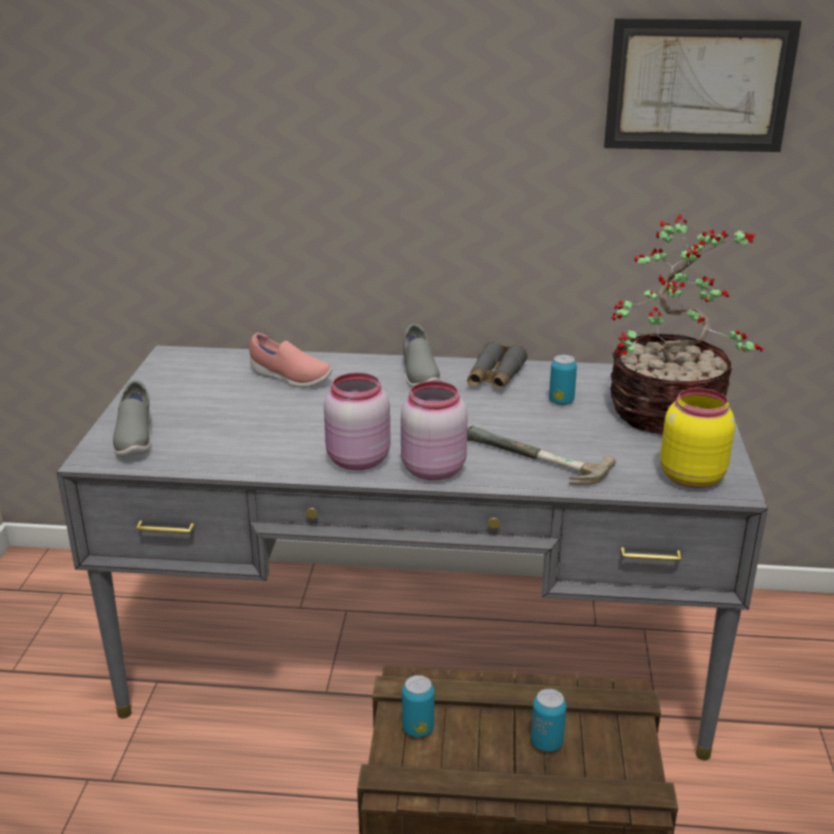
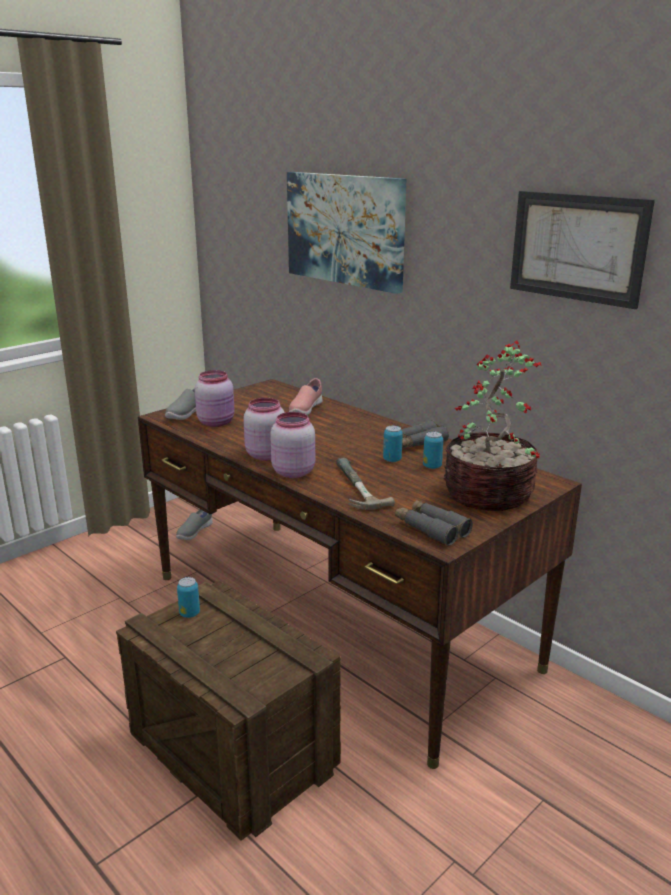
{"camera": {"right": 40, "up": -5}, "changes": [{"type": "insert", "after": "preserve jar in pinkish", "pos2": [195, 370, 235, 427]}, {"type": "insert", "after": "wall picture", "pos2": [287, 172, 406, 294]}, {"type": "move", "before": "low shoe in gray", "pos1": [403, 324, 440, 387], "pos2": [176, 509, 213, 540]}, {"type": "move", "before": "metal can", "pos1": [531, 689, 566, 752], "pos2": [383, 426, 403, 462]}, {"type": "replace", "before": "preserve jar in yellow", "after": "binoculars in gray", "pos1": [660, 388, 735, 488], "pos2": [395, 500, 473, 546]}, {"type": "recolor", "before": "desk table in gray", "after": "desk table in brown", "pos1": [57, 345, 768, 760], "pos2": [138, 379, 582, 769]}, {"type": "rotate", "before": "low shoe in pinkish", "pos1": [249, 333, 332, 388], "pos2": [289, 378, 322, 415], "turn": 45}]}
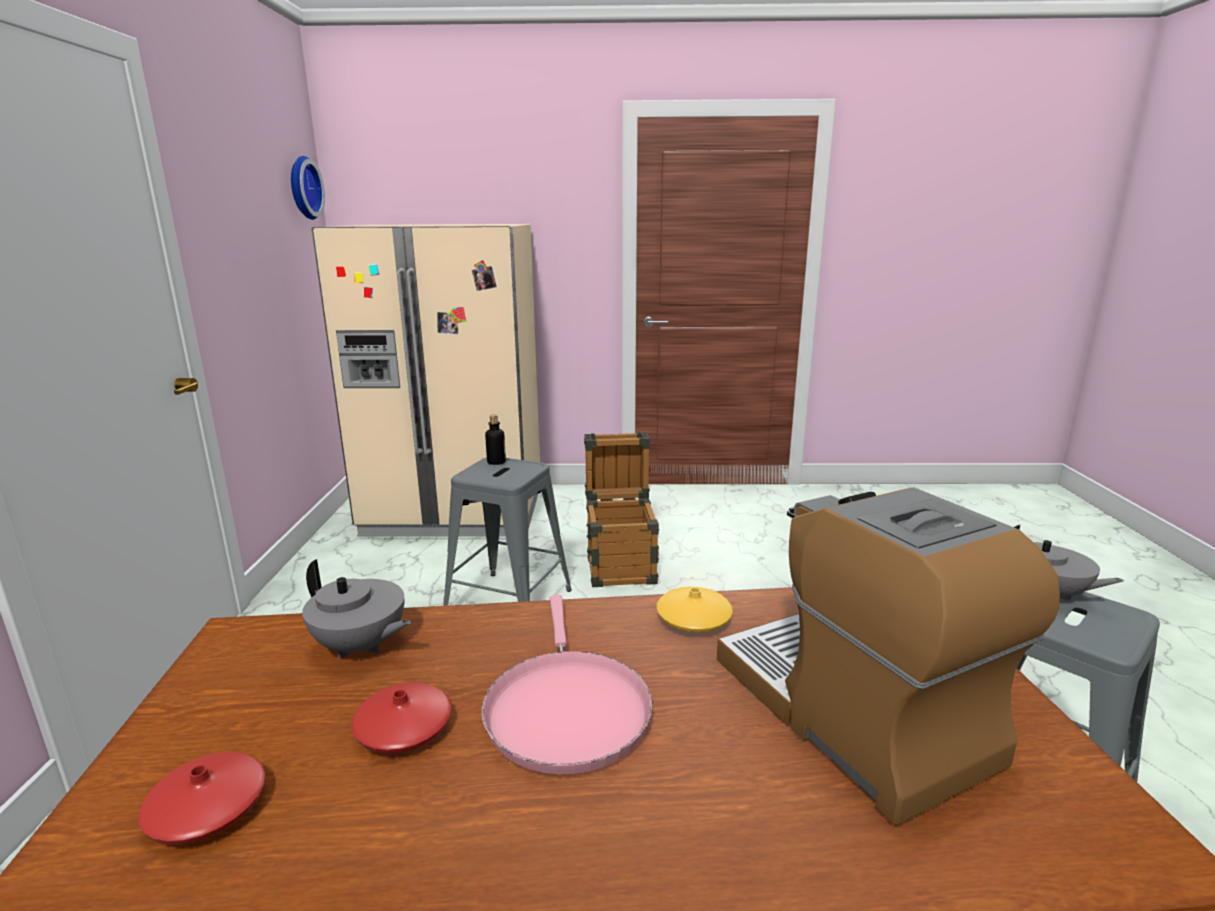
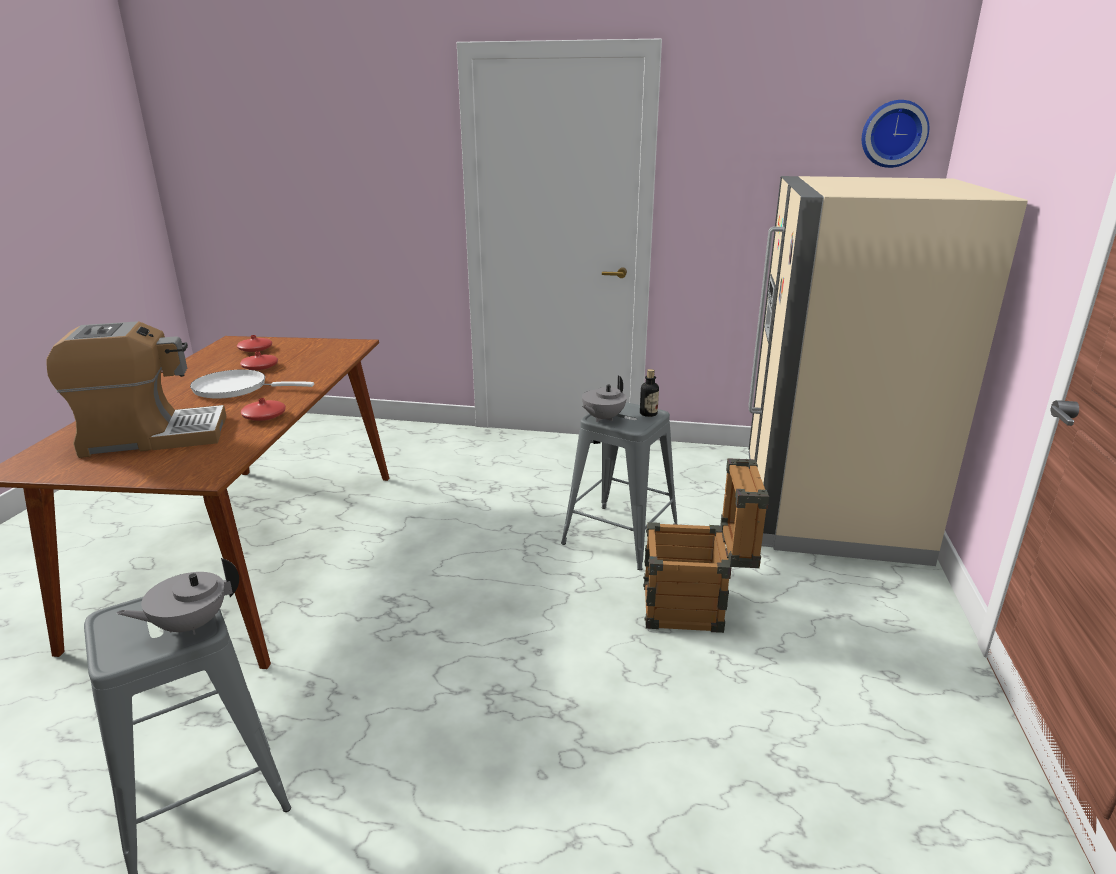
{"camera": {"right": 100, "up": 5}, "changes": [{"type": "move", "before": "tea pot in gray", "pos1": [302, 559, 411, 660], "pos2": [582, 375, 627, 422]}, {"type": "recolor", "before": "frying pan in pinkish", "after": "frying pan in whitish", "pos1": [481, 595, 653, 774], "pos2": [190, 370, 314, 399]}, {"type": "recolor", "before": "vase in yellow", "after": "vase in red", "pos1": [657, 587, 733, 633], "pos2": [240, 398, 286, 421]}]}
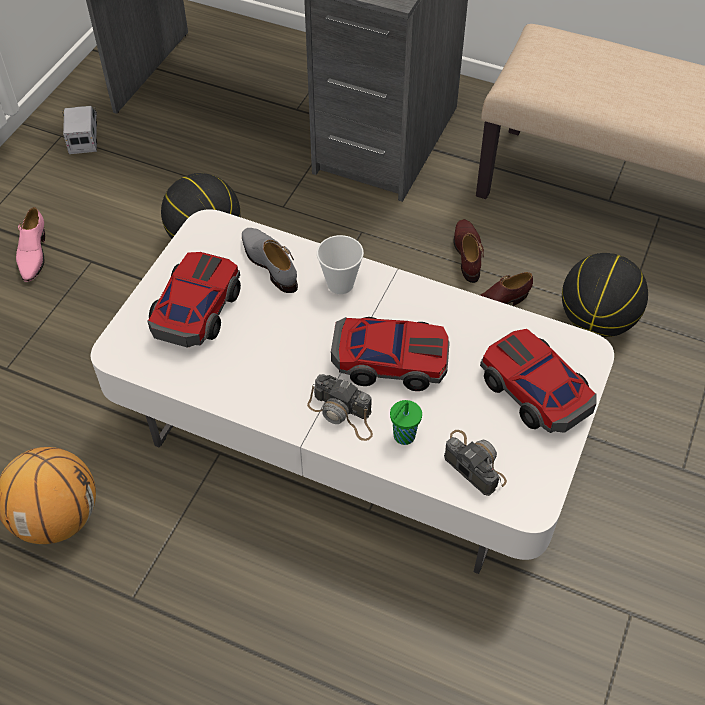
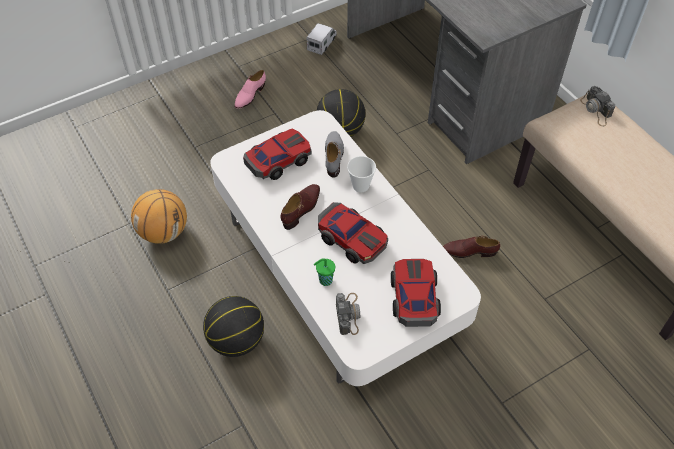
{"camera": {"right": 35, "up": 0}, "changes": [{"type": "move", "before": "photo camera", "pos1": [307, 374, 373, 441], "pos2": [580, 86, 615, 126]}, {"type": "move", "before": "low shoe in brown", "pos1": [453, 219, 484, 283], "pos2": [280, 184, 320, 230]}, {"type": "move", "before": "basketball ball", "pos1": [562, 253, 648, 337], "pos2": [203, 296, 264, 357]}]}
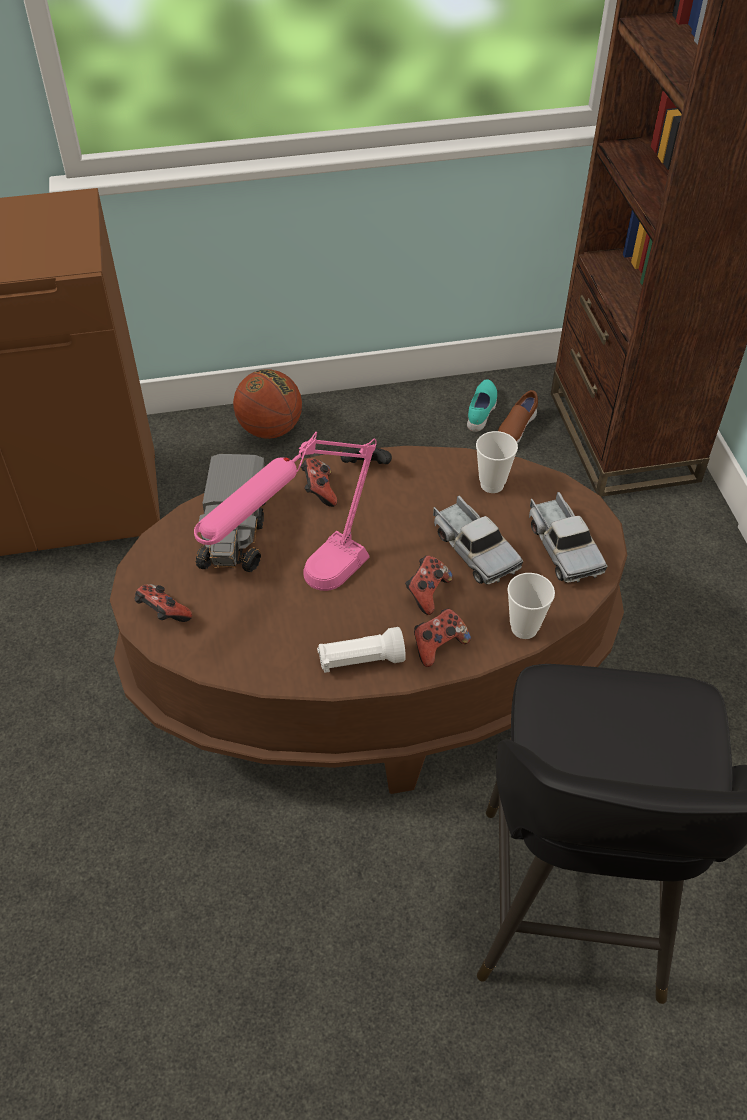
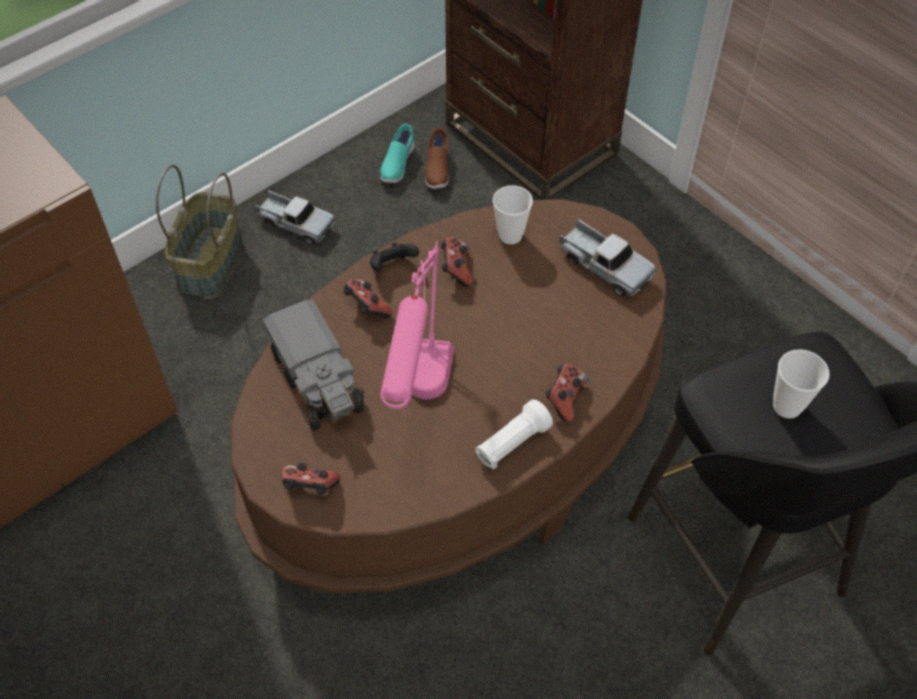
{"camera": {"right": -30, "up": 5}, "changes": [{"type": "move", "before": "game controller", "pos1": [405, 556, 453, 615], "pos2": [440, 237, 473, 287]}, {"type": "move", "before": "toy truck", "pos1": [433, 495, 523, 585], "pos2": [255, 190, 335, 244]}, {"type": "move", "before": "small cup", "pos1": [507, 573, 555, 639], "pos2": [773, 349, 829, 418]}, {"type": "replace", "before": "basketball ball", "after": "storage basket", "pos1": [233, 369, 302, 439], "pos2": [156, 165, 242, 297]}, {"type": "rotate", "before": "low shoe in blue-green", "pos1": [467, 379, 497, 432], "pos2": [381, 124, 415, 183], "turn": -150}]}
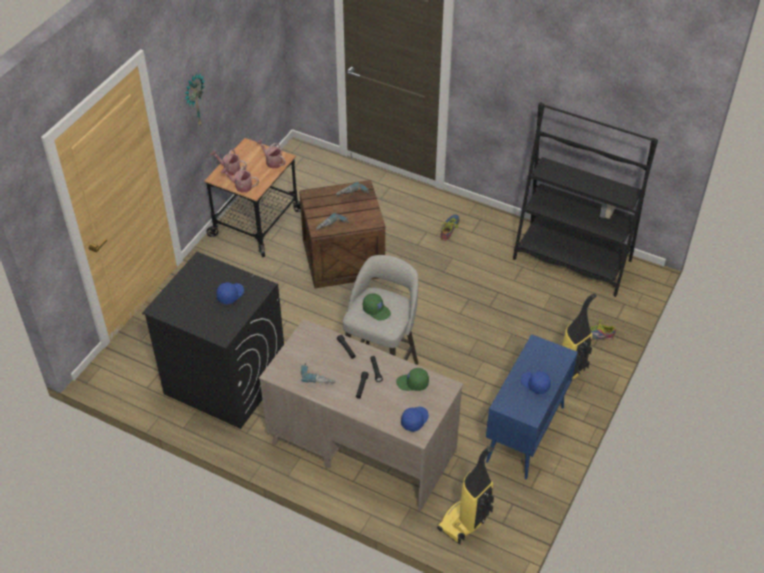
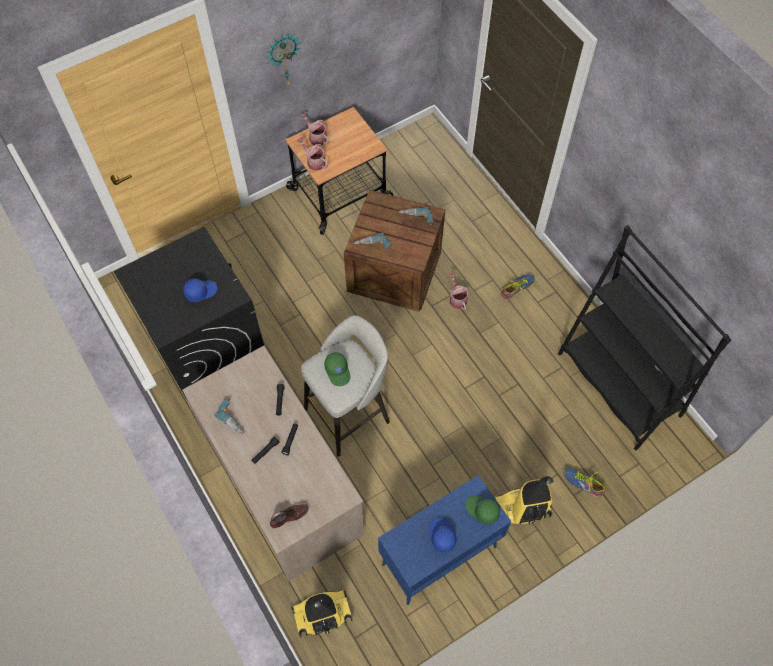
{"camera": {"right": 30, "up": 15}, "changes": [{"type": "move", "before": "watering can", "pos1": [257, 139, 286, 169], "pos2": [449, 273, 469, 311]}, {"type": "move", "before": "peaked cap in green-coloured", "pos1": [396, 368, 429, 391], "pos2": [466, 495, 500, 524]}, {"type": "replace", "before": "peaked cap in bluish", "after": "low shoe in brown", "pos1": [401, 407, 429, 432], "pos2": [270, 504, 309, 528]}]}
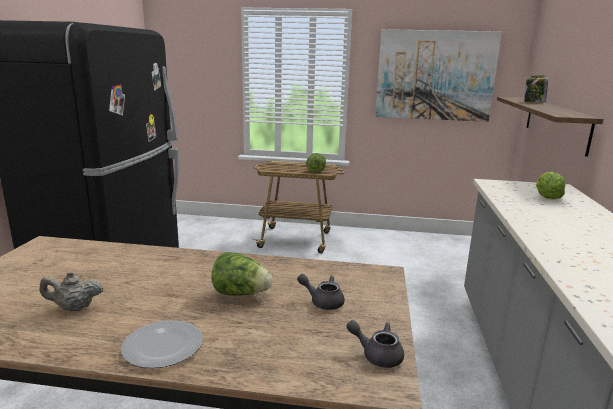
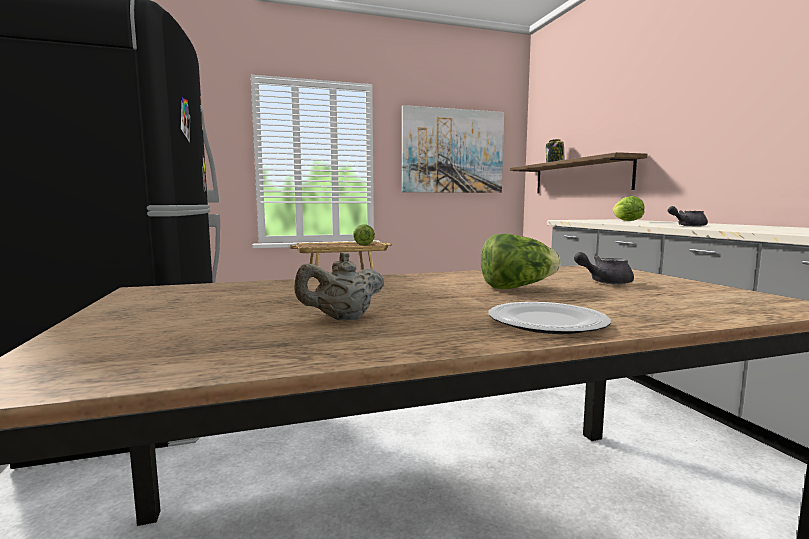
{"camera": {"right": -25, "up": -10}, "changes": [{"type": "move", "before": "tea pot in gray", "pos1": [347, 320, 404, 368], "pos2": [668, 206, 708, 226]}]}
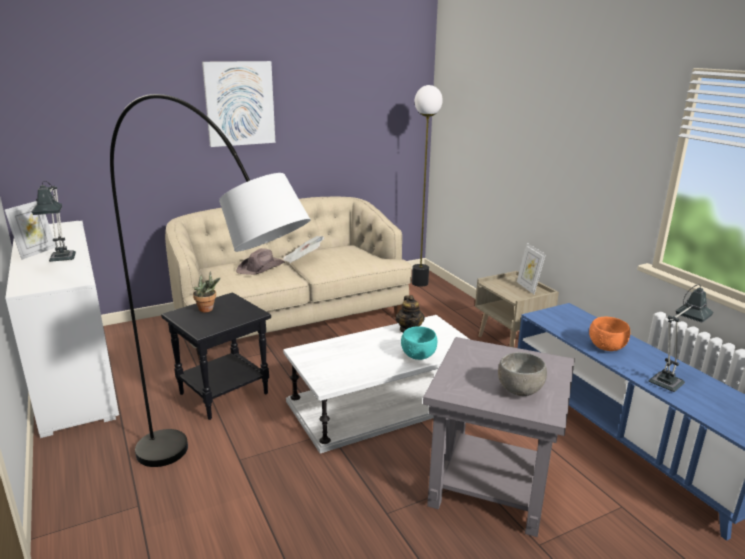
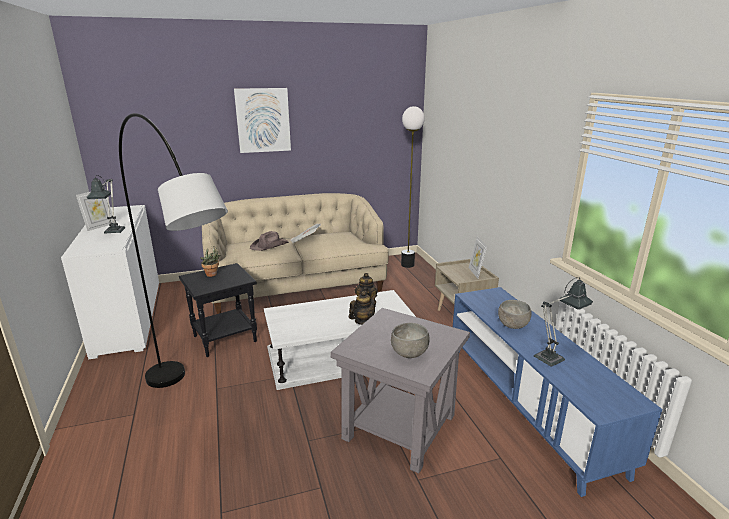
{"camera": {"right": 10, "up": 0}, "changes": [{"type": "replace", "before": "deep dish in blue-green", "after": "tea pot", "pos1": [401, 326, 437, 360], "pos2": [349, 291, 377, 325]}, {"type": "recolor", "before": "deep dish in orange", "after": "deep dish in gray", "pos1": [589, 317, 630, 351], "pos2": [498, 300, 531, 329]}]}
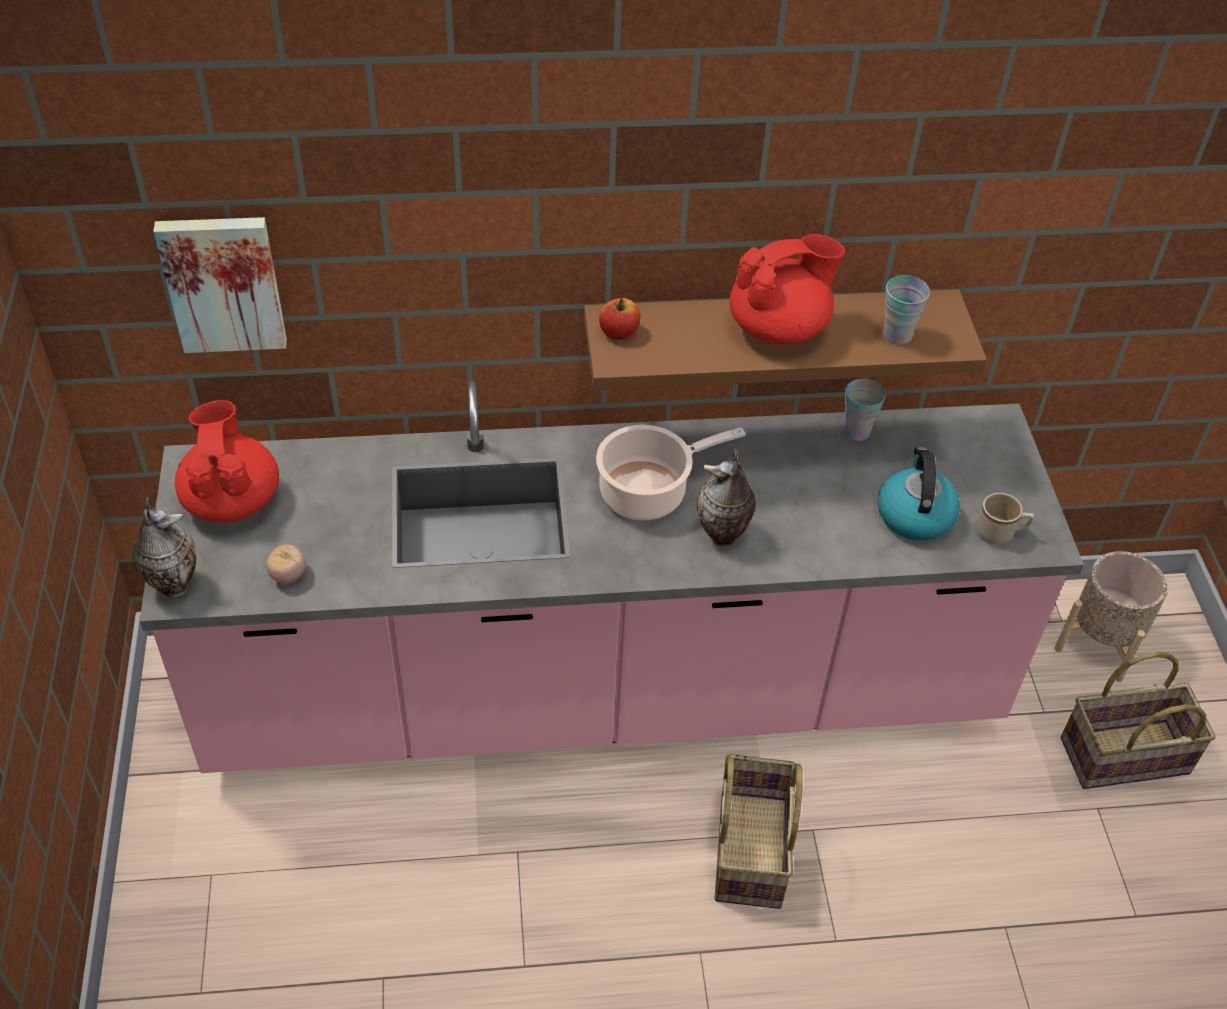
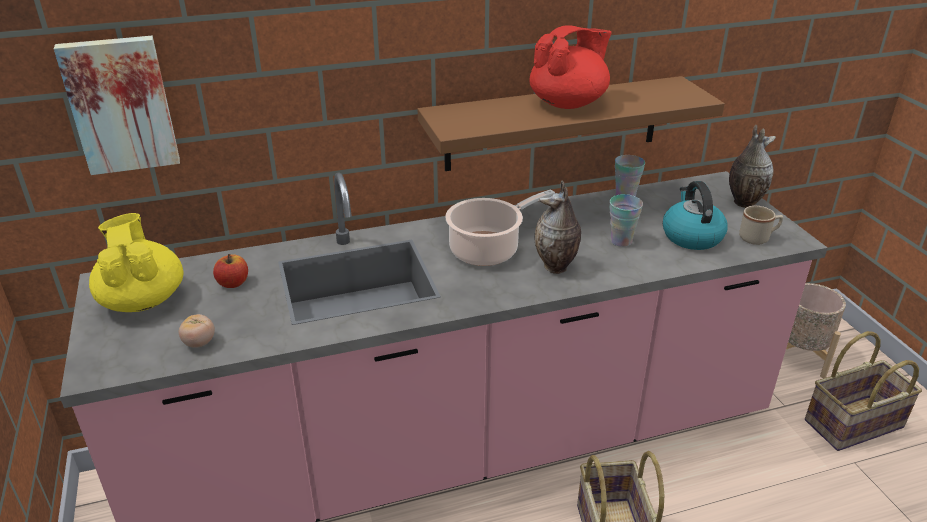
{"camera": {"right": -10, "up": -15}, "changes": [{"type": "move", "before": "vase", "pos1": [132, 497, 197, 597], "pos2": [729, 125, 776, 208]}, {"type": "move", "before": "whole apple", "pos1": [599, 298, 640, 340], "pos2": [213, 254, 248, 288]}, {"type": "move", "before": "small cup", "pos1": [883, 275, 930, 345], "pos2": [610, 194, 643, 247]}, {"type": "recolor", "before": "tea pot in red", "after": "tea pot in yellow", "pos1": [175, 400, 279, 522], "pos2": [89, 213, 183, 312]}]}
